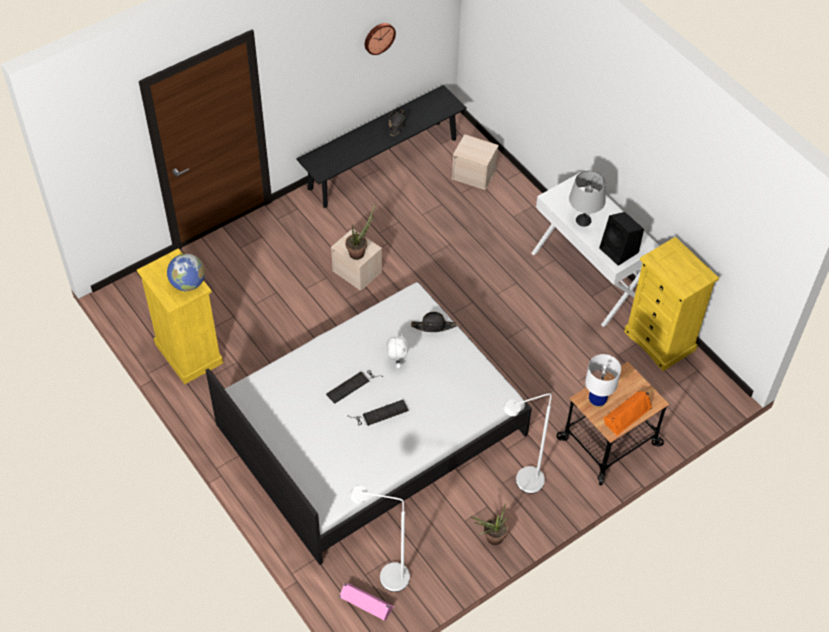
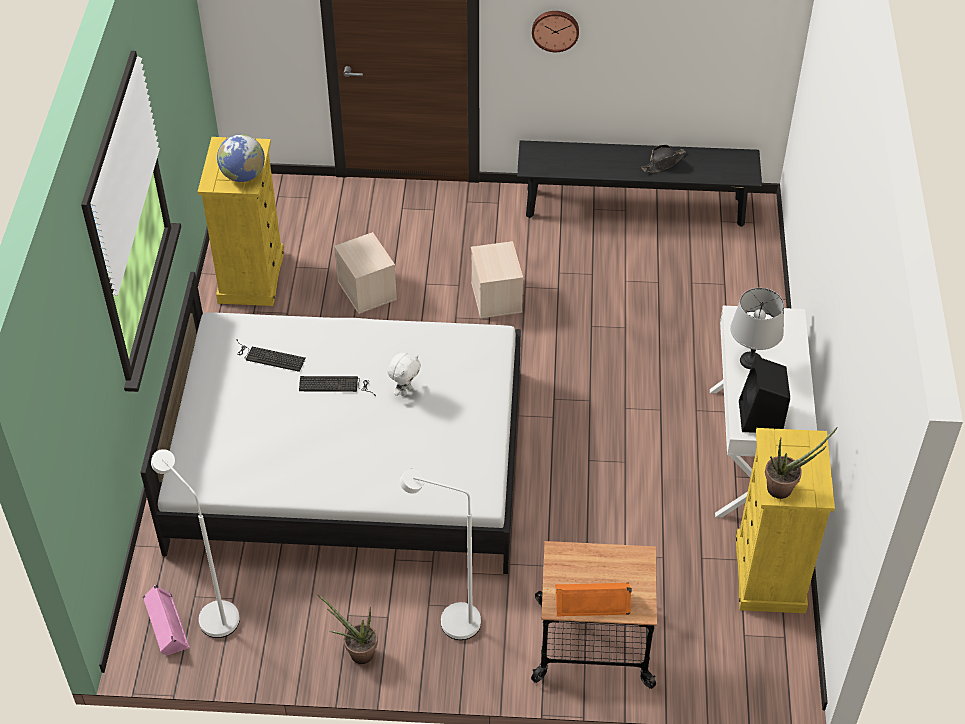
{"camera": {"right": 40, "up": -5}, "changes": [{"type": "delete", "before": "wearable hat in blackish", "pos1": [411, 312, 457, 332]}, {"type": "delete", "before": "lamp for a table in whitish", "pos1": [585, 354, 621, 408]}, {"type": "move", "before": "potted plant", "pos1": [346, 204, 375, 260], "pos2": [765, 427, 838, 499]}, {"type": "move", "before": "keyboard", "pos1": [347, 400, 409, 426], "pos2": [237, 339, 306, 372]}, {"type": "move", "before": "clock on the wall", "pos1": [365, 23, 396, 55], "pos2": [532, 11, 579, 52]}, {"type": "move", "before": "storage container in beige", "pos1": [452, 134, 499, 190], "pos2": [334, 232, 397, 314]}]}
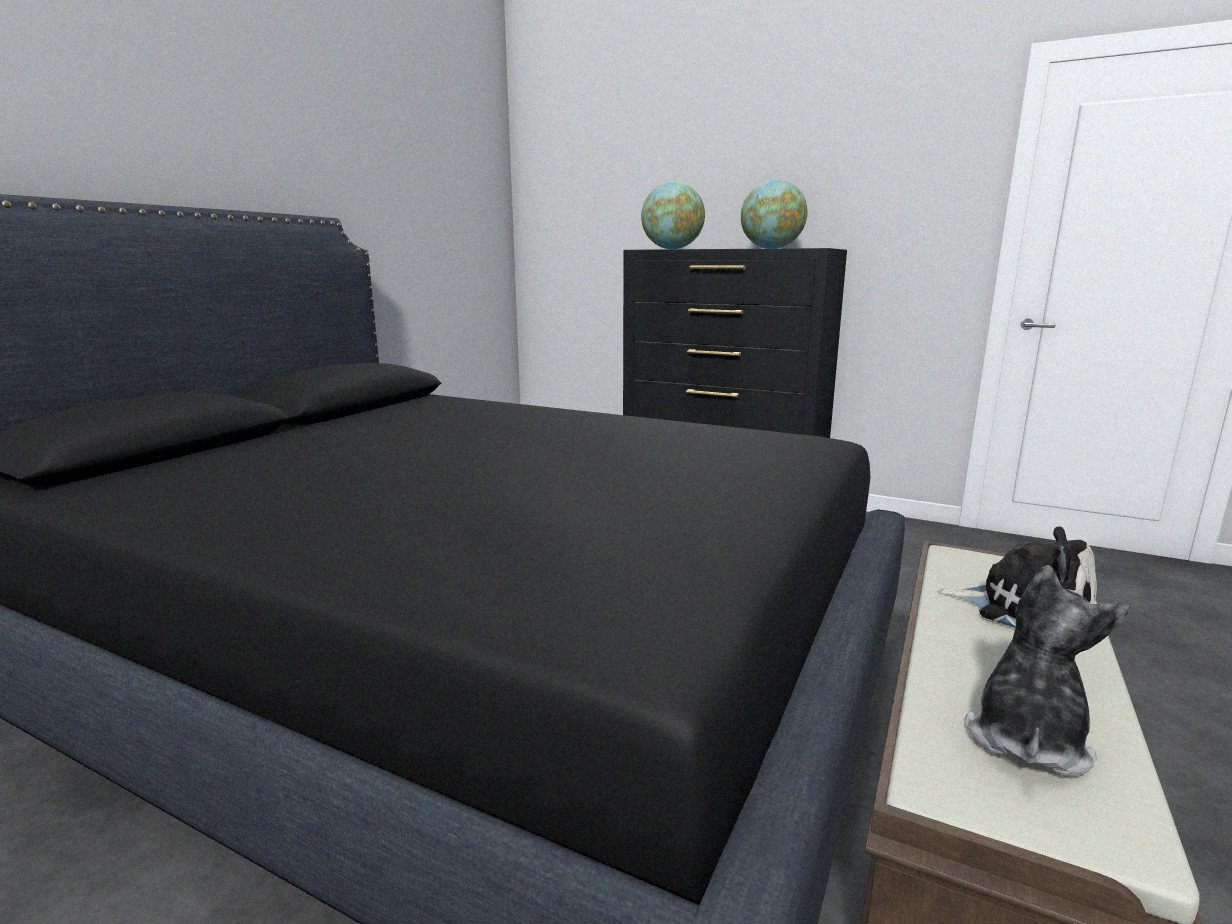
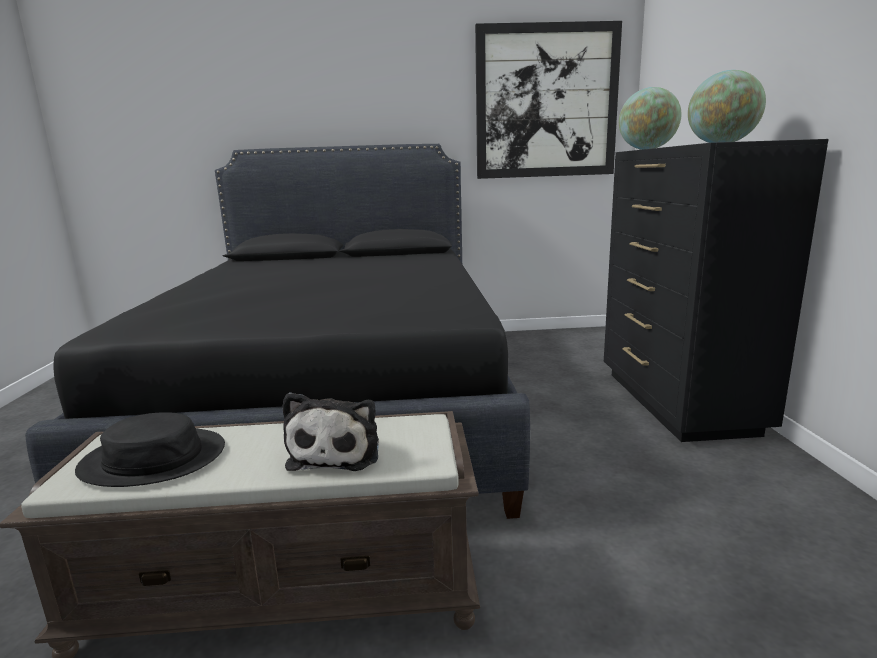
{"camera": {"right": 60, "up": 0}, "changes": [{"type": "insert", "after": "wall picture", "pos2": [475, 21, 622, 179]}, {"type": "replace", "before": "soft toy", "after": "wearable hat in blackish", "pos1": [965, 565, 1129, 776], "pos2": [75, 412, 225, 487]}]}
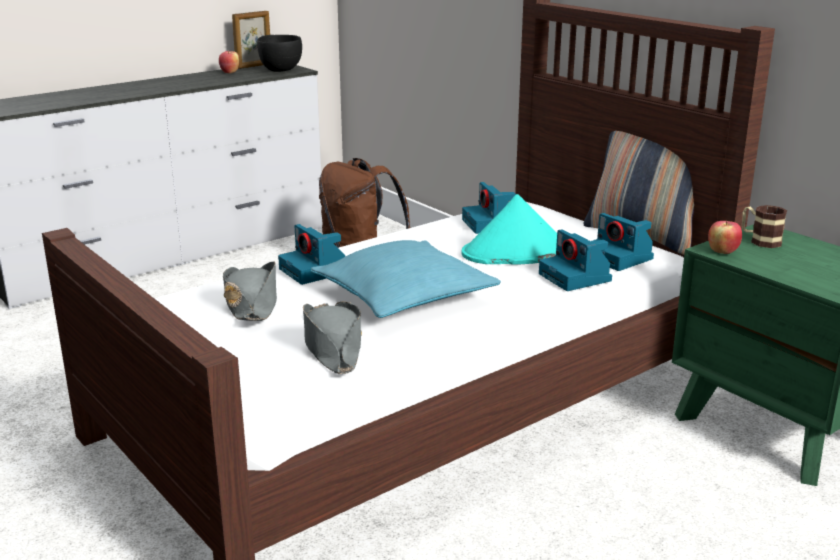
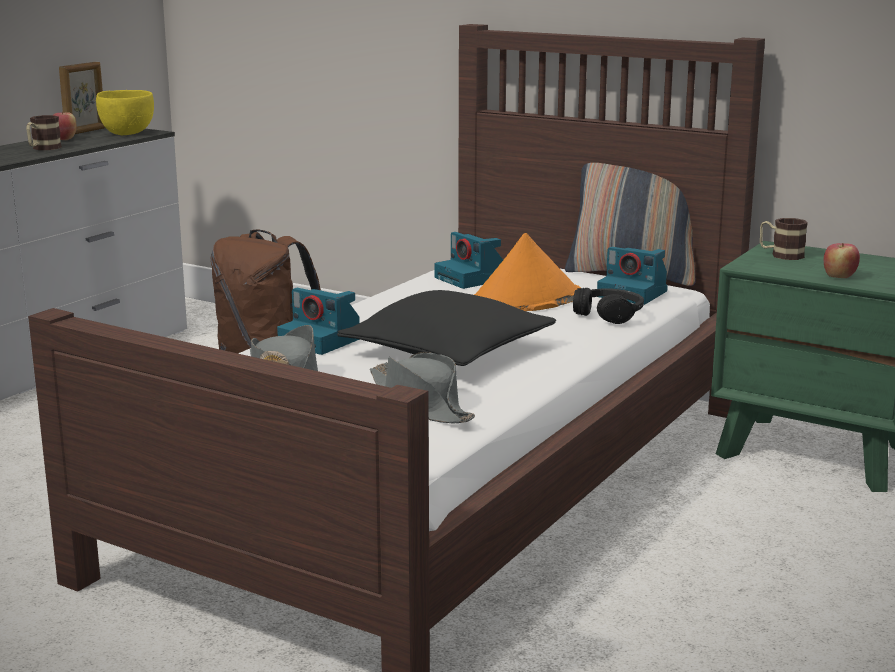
{"camera": {"right": -20, "up": -5}, "changes": [{"type": "insert", "after": "tea mug", "pos2": [26, 115, 62, 150]}, {"type": "move", "before": "whole apple", "pos1": [708, 221, 742, 254], "pos2": [824, 243, 860, 278]}, {"type": "replace", "before": "photo camera", "after": "headset in blackish", "pos1": [539, 229, 612, 291], "pos2": [573, 288, 644, 324]}, {"type": "recolor", "before": "deep dish in blackish", "after": "deep dish in yellow", "pos1": [257, 35, 302, 72], "pos2": [96, 90, 154, 135]}, {"type": "recolor", "before": "throw pillow in blue-green", "after": "throw pillow in blackish", "pos1": [310, 240, 501, 318], "pos2": [337, 290, 556, 366]}, {"type": "recolor", "before": "wearable hat in blue-green", "after": "wearable hat in orange", "pos1": [461, 194, 557, 265], "pos2": [474, 233, 581, 311]}]}
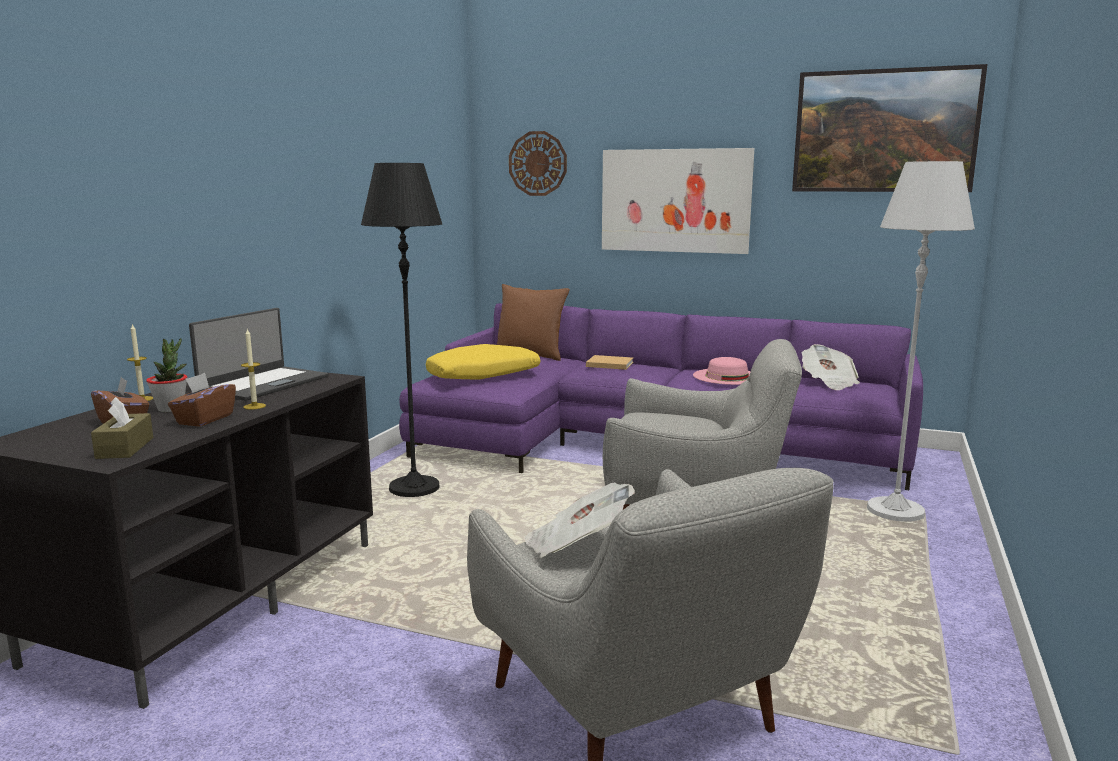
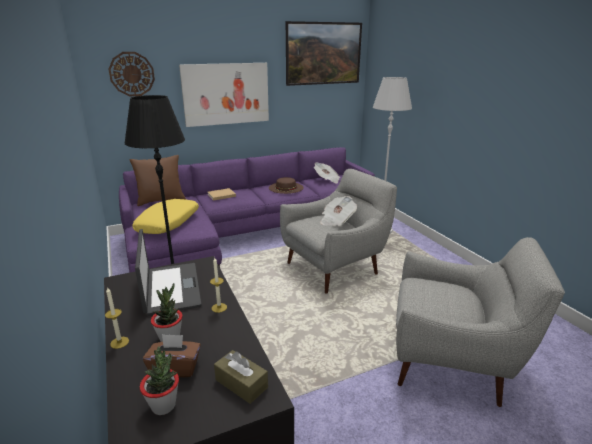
{"camera": {"right": -45, "up": 10}, "changes": [{"type": "delete", "before": "tissue holder in brown", "pos1": [168, 373, 236, 427]}, {"type": "insert", "after": "potted plant", "pos2": [140, 346, 179, 415]}, {"type": "move", "before": "newspaper", "pos1": [524, 482, 635, 558], "pos2": [320, 196, 357, 226]}, {"type": "recolor", "before": "wearable hat in pinkish", "after": "wearable hat in brown", "pos1": [693, 357, 751, 385], "pos2": [269, 177, 304, 194]}]}
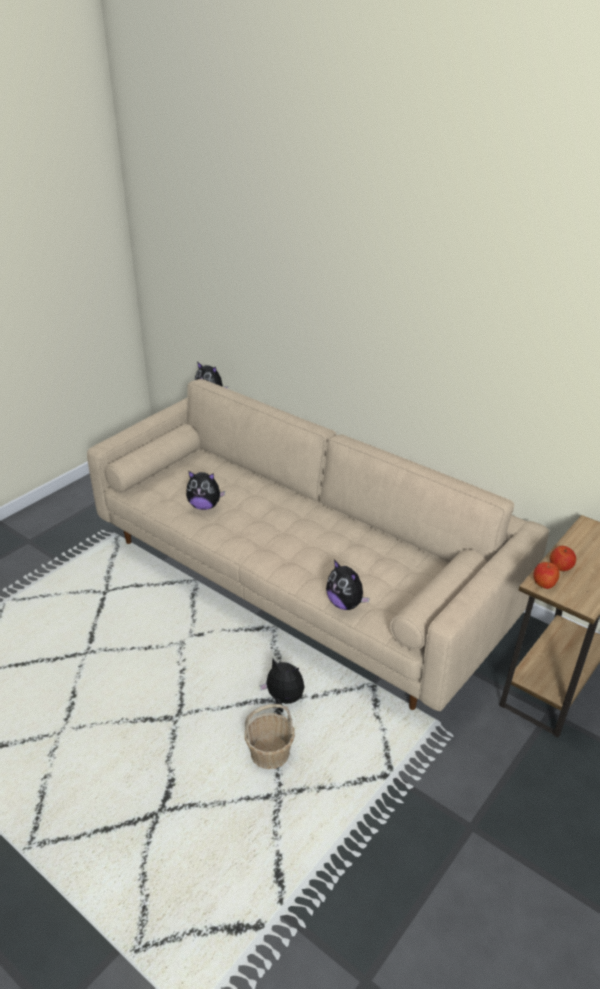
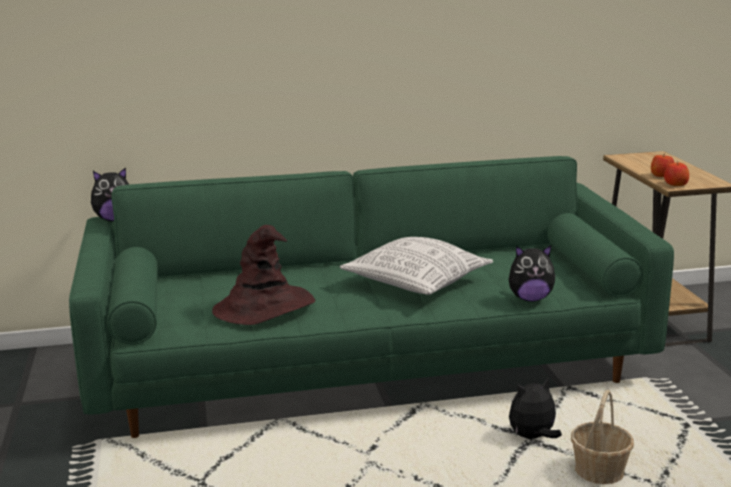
{"camera": {"right": -50, "up": -15}, "changes": [{"type": "insert", "after": "throw pillow", "pos2": [340, 237, 493, 295]}, {"type": "replace", "before": "soft toy", "after": "wearable hat in brown", "pos1": [186, 471, 225, 510], "pos2": [212, 225, 315, 325]}, {"type": "recolor", "before": "settee in beige", "after": "settee in green-coloured", "pos1": [87, 379, 549, 711], "pos2": [69, 156, 674, 438]}]}
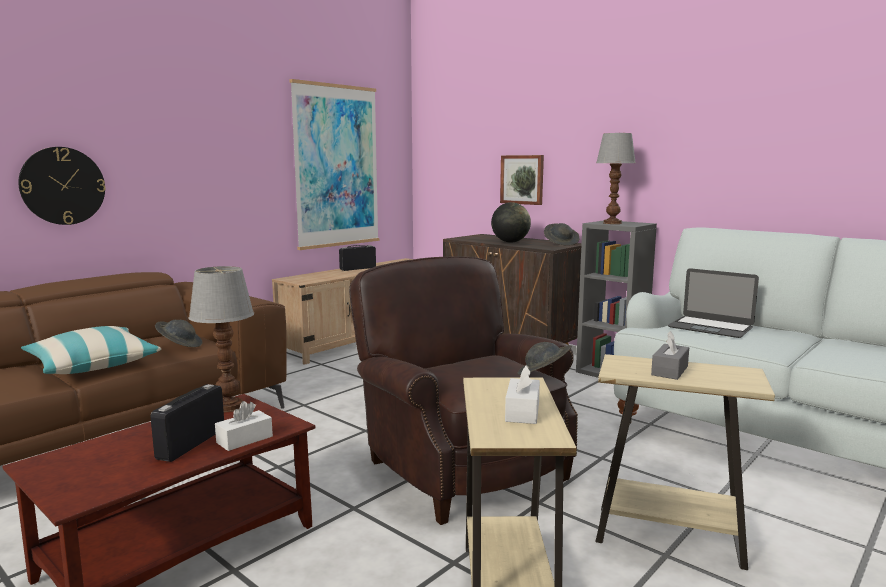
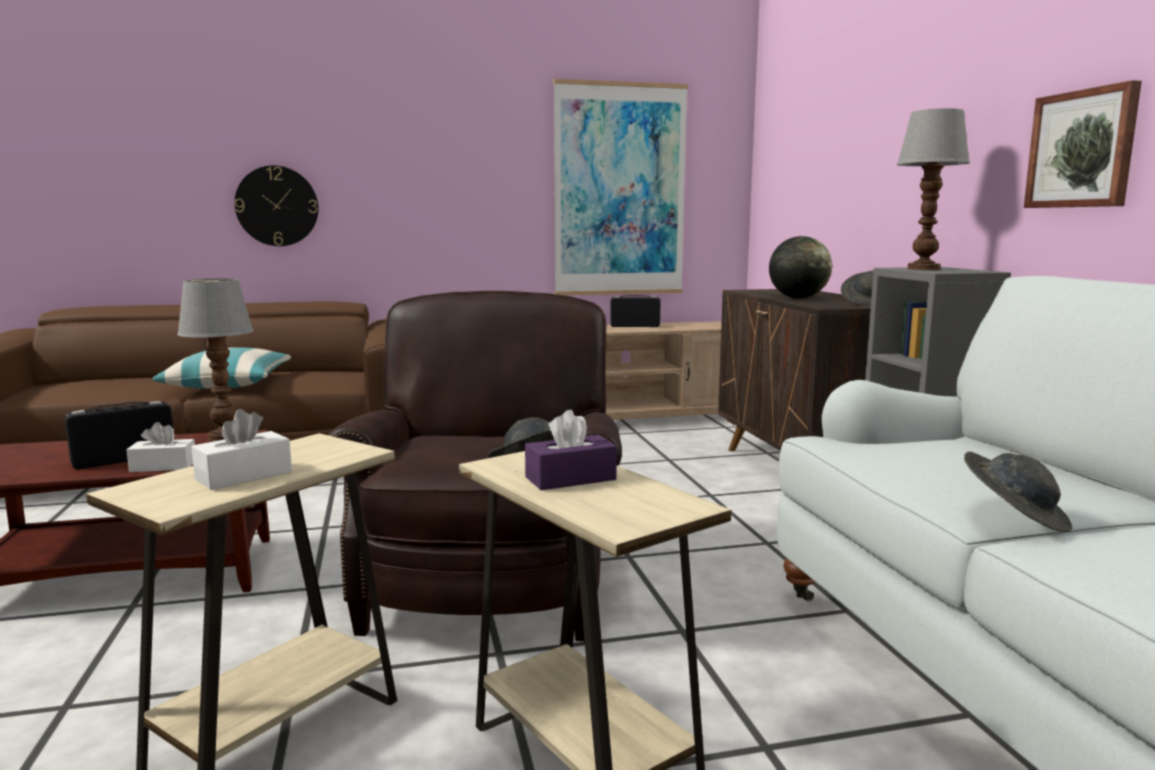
{"camera": {"right": 35, "up": 0}, "changes": [{"type": "delete", "before": "notebook computer", "pos1": [668, 268, 759, 338]}, {"type": "move", "before": "wearable hat in gray", "pos1": [155, 320, 203, 347], "pos2": [964, 451, 1072, 532]}, {"type": "move", "before": "wall picture", "pos1": [500, 155, 544, 205], "pos2": [1024, 80, 1142, 208]}, {"type": "recolor", "before": "tissue holder in gray", "after": "tissue holder in purplish", "pos1": [651, 331, 689, 380], "pos2": [525, 410, 617, 490]}]}
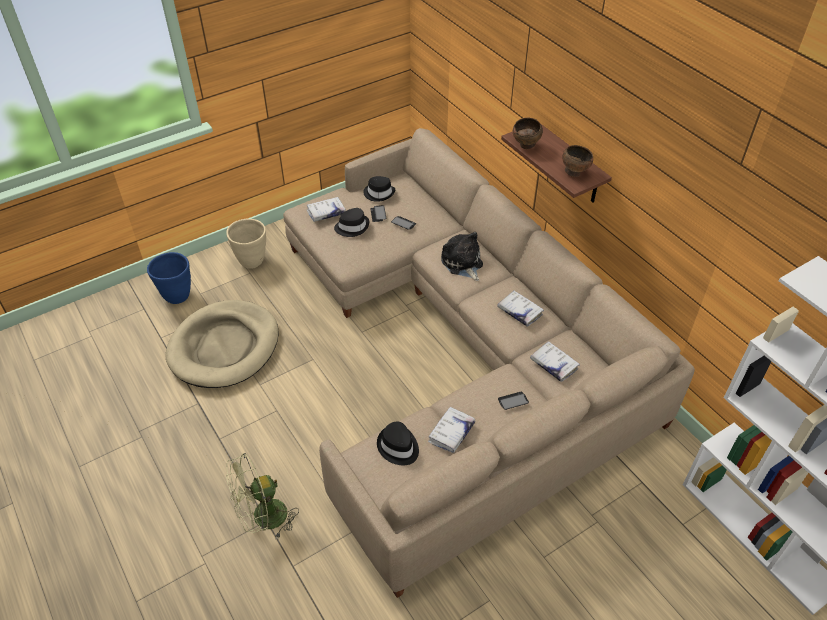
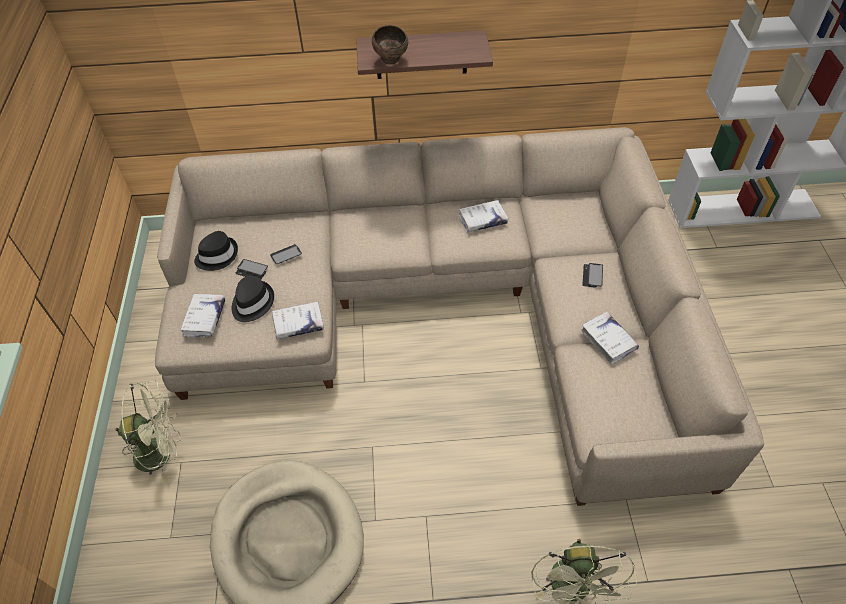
{"camera": {"right": -60, "up": 5}, "changes": [{"type": "delete", "before": "planter in bluish", "pos1": [147, 252, 191, 304]}, {"type": "delete", "before": "wearable hat in blackish", "pos1": [377, 422, 419, 465]}, {"type": "delete", "before": "soft toy", "pos1": [441, 232, 483, 281]}, {"type": "delete", "before": "deep dish in brown", "pos1": [563, 145, 593, 177]}, {"type": "move", "before": "volume in whitish", "pos1": [530, 341, 580, 382], "pos2": [271, 302, 324, 339]}, {"type": "replace", "before": "planter in beige", "after": "fan in green-coloured", "pos1": [226, 219, 266, 269], "pos2": [115, 381, 181, 483]}]}
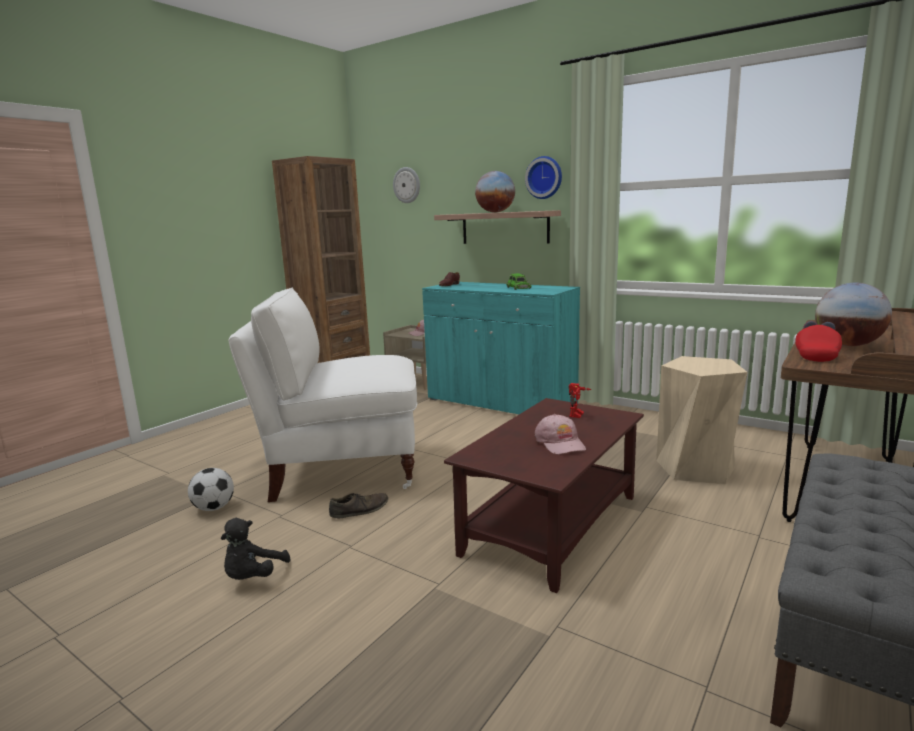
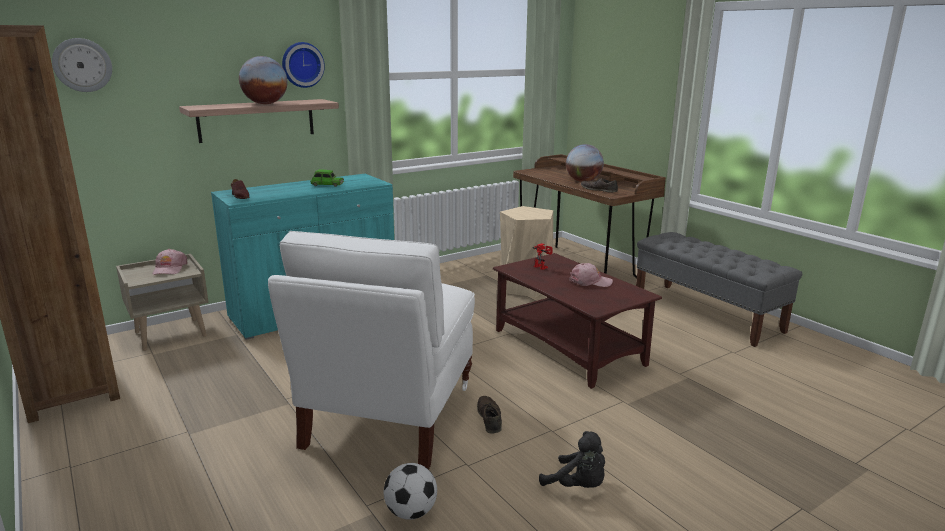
{"camera": {"right": -70, "up": 5}, "changes": [{"type": "replace", "before": "peaked cap in red", "after": "low shoe in brown", "pos1": [795, 321, 842, 362], "pos2": [581, 178, 618, 193]}]}
